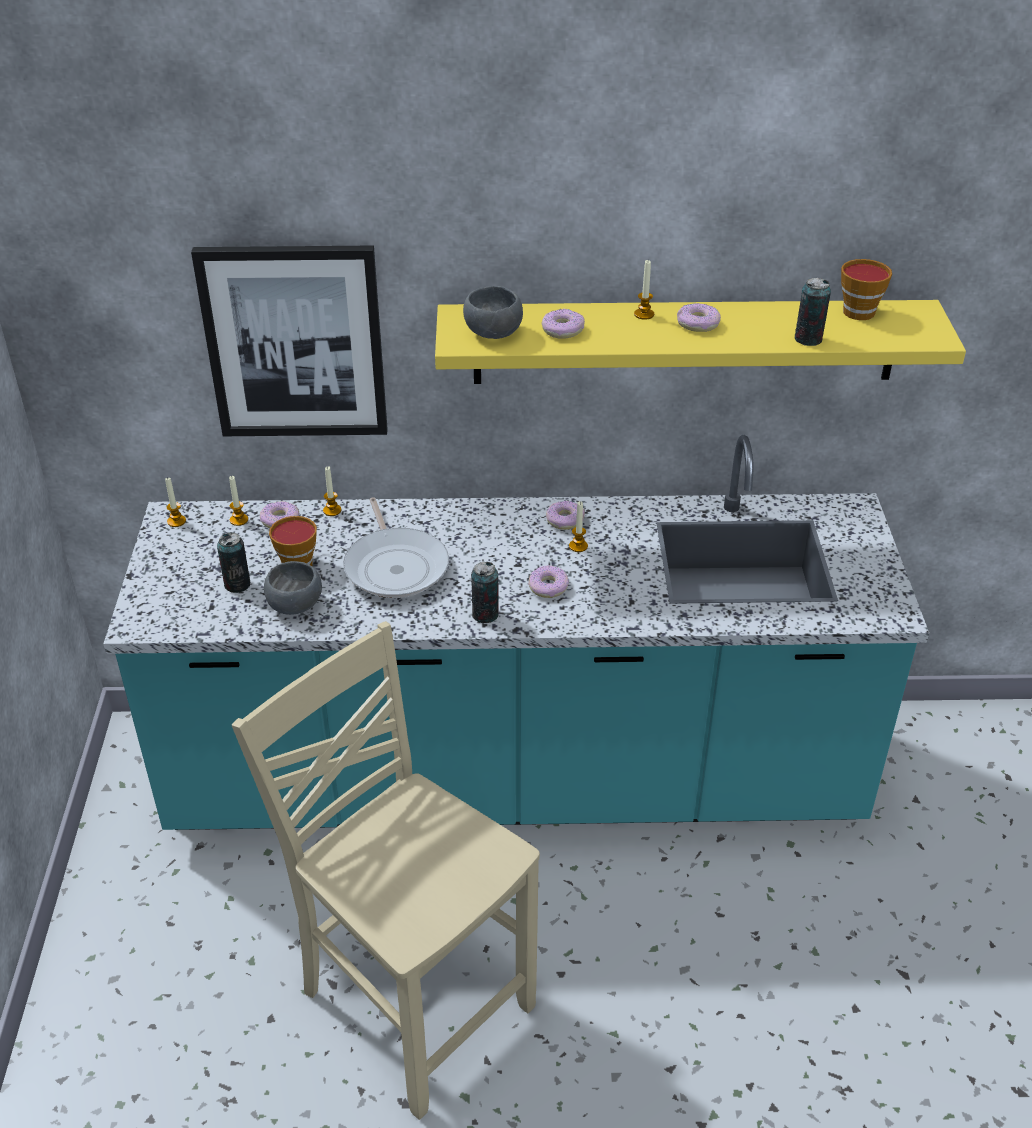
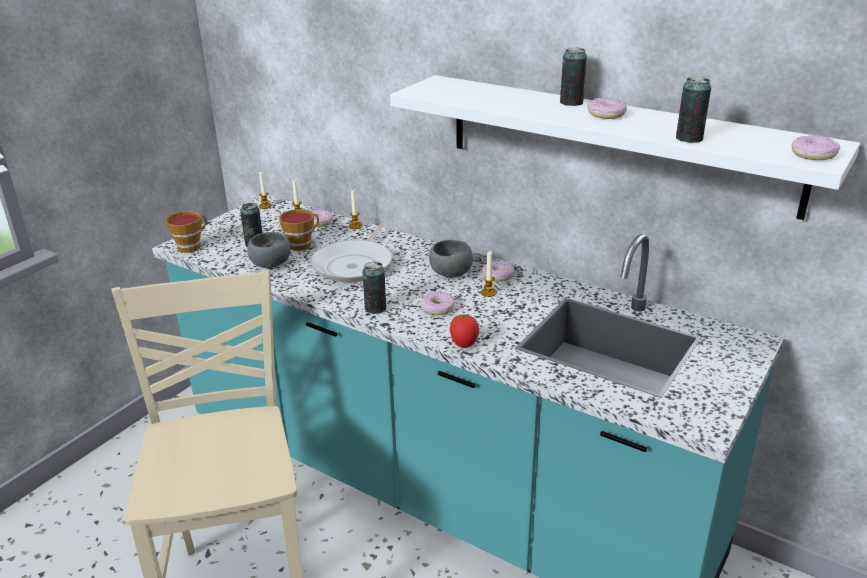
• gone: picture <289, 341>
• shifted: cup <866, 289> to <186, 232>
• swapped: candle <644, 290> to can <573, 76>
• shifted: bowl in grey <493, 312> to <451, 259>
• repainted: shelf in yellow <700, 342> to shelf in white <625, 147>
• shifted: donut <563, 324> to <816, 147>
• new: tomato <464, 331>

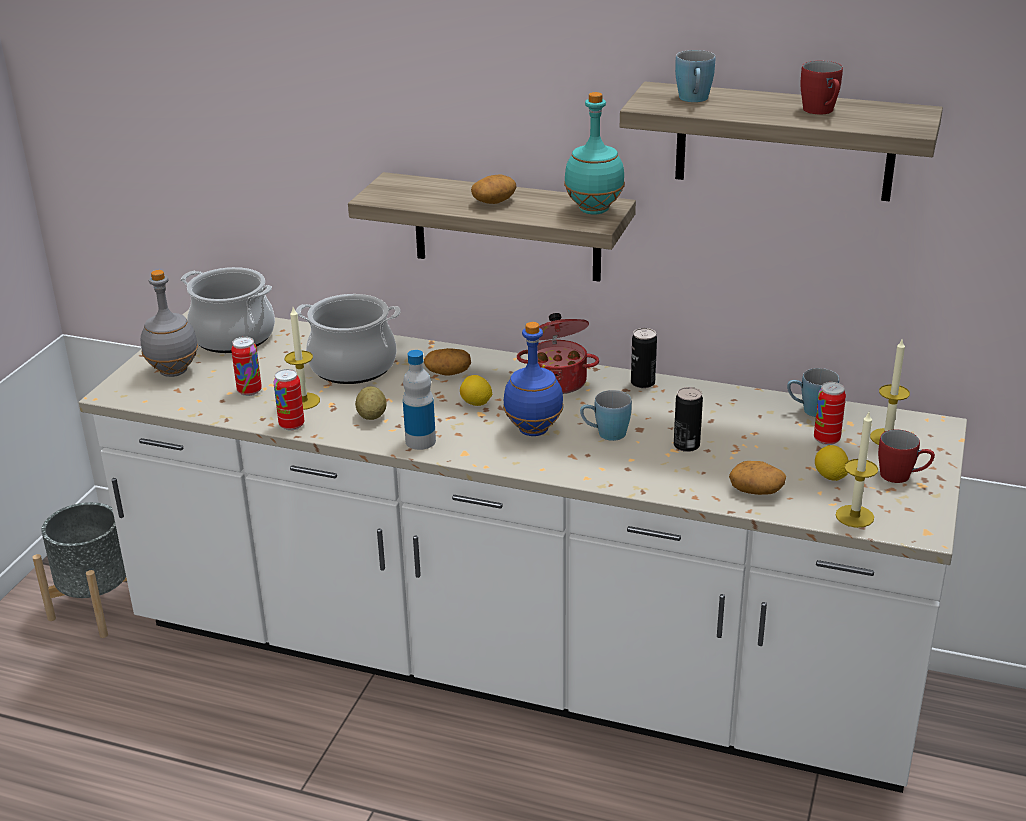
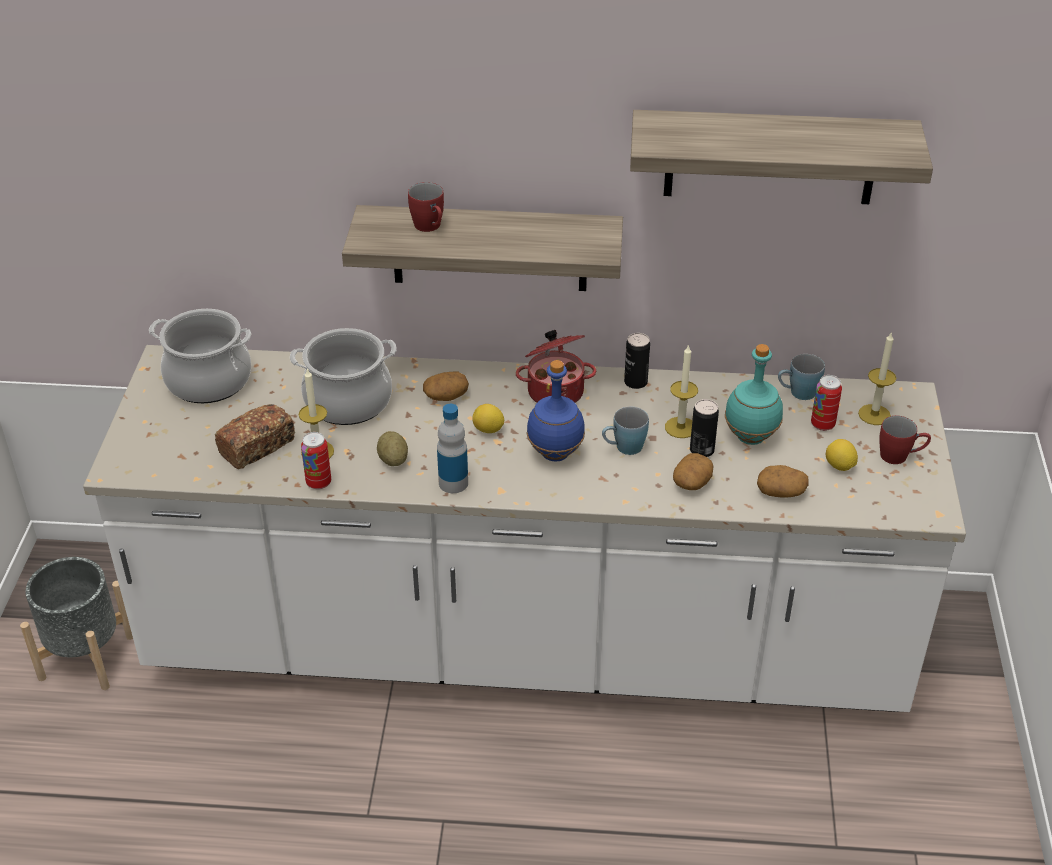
• gone: mug in blue <695, 76>
• shifted: mug in red <822, 87> to <426, 207>
• shifted: bottle in turquoise <594, 153> to <754, 394>
• shifted: potato <493, 189> to <693, 471>
• gone: bottle in grey <169, 323>
• swapped: can <246, 366> to bread <254, 436>
• shifted: candle <856, 470> to <681, 391>

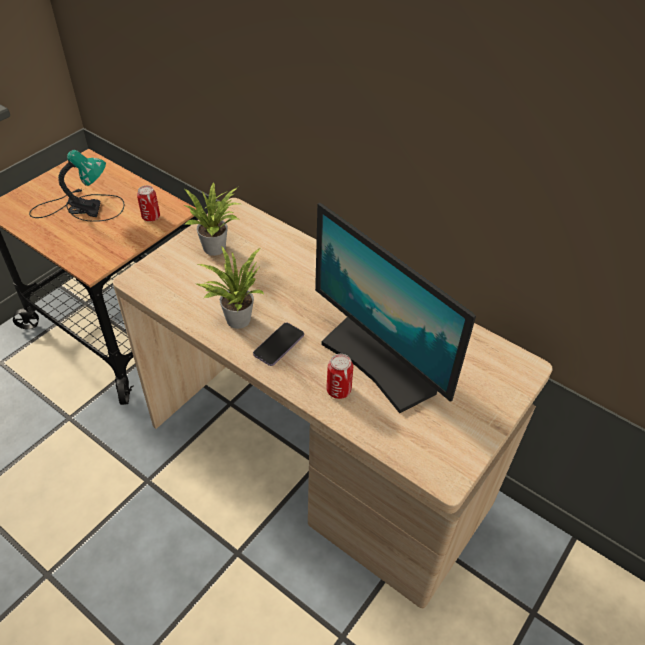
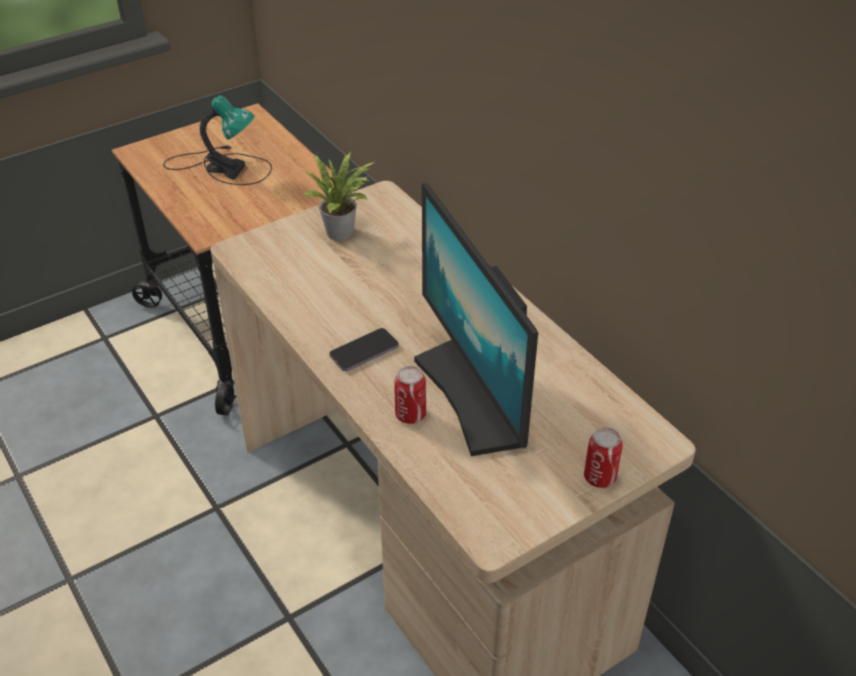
• shifted: can <148, 203> to <603, 457>
• gone: potted plant <230, 287>

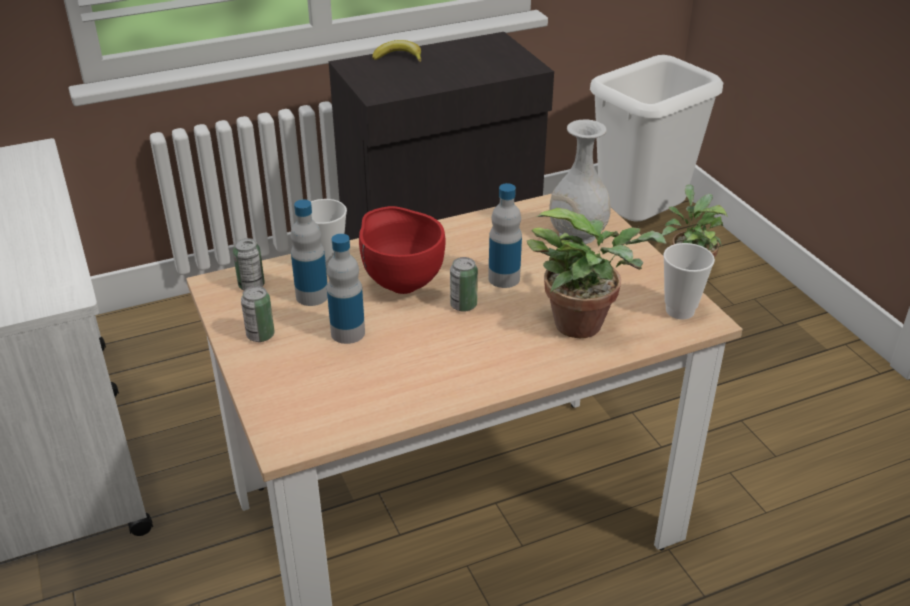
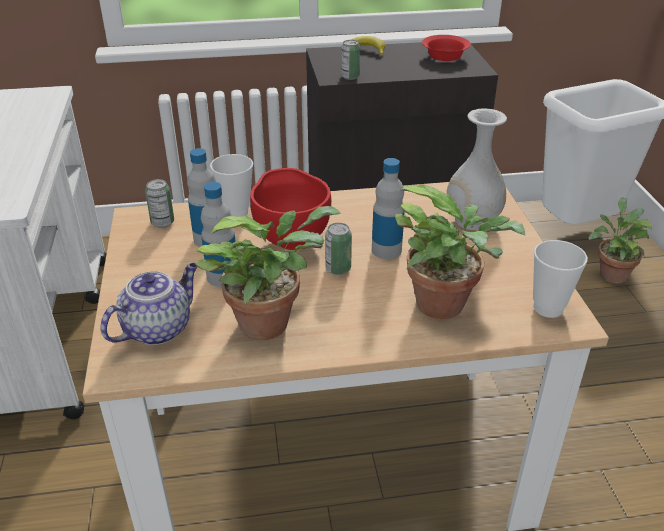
• shifted: can <258, 314> to <350, 60>
• new: bowl in red <446, 48>
• new: potted plant <268, 273>
• new: teapot <148, 304>

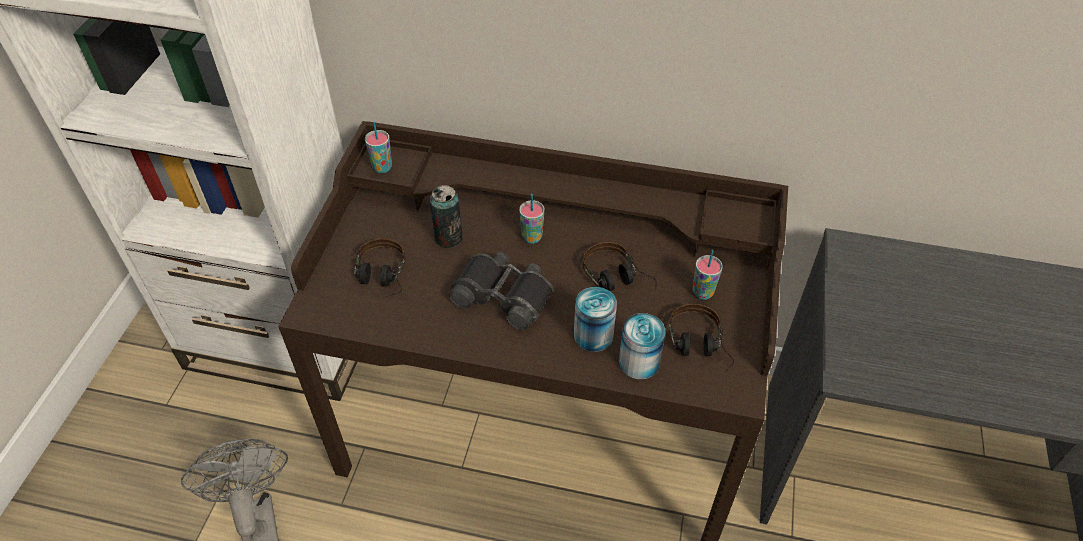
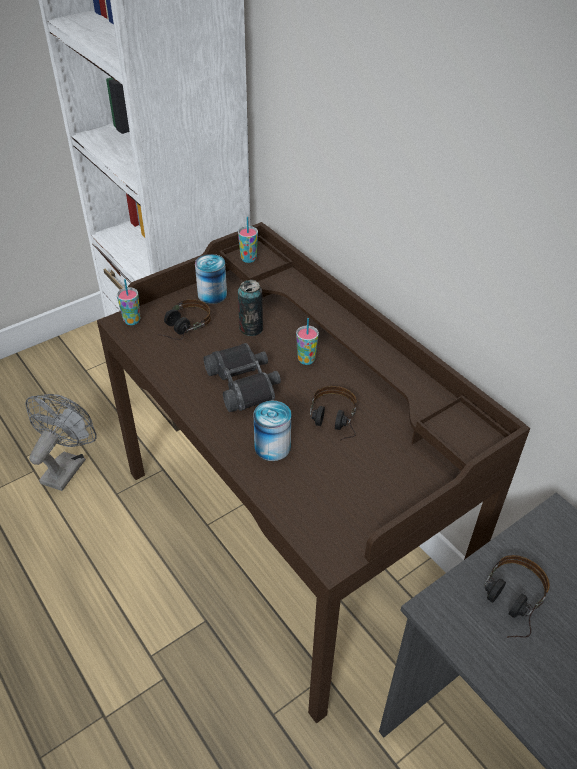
• shifted: cup <708, 275> to <128, 302>
• shifted: headphones <701, 338> to <517, 596>
• shifted: can <642, 346> to <211, 279>

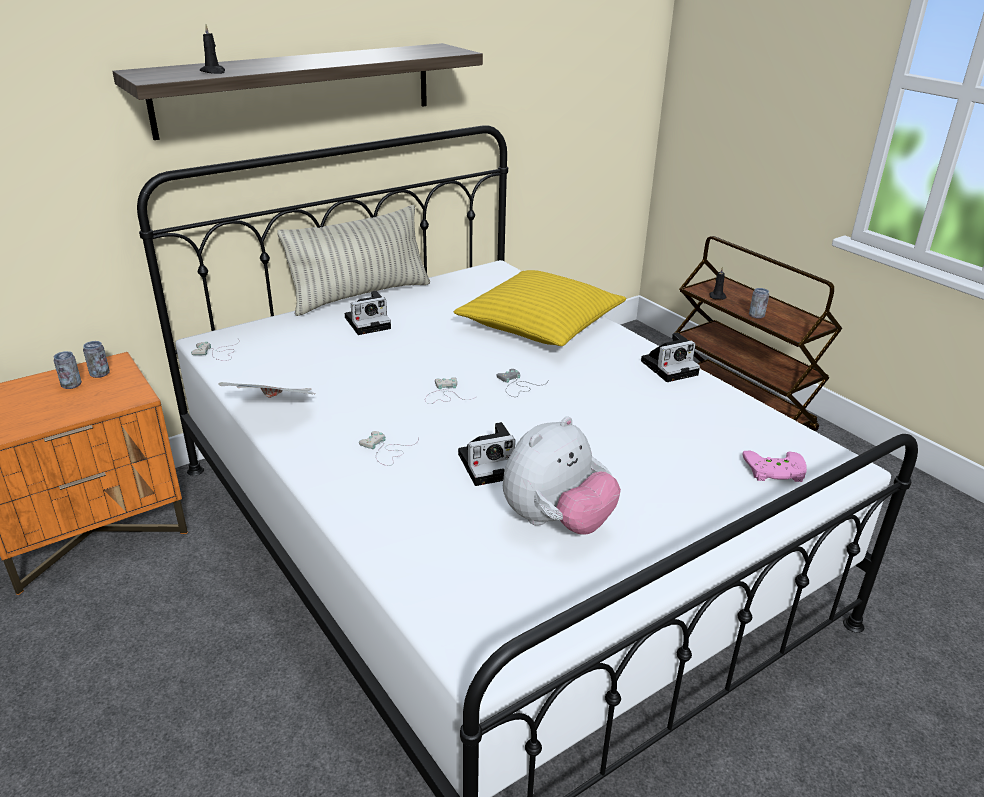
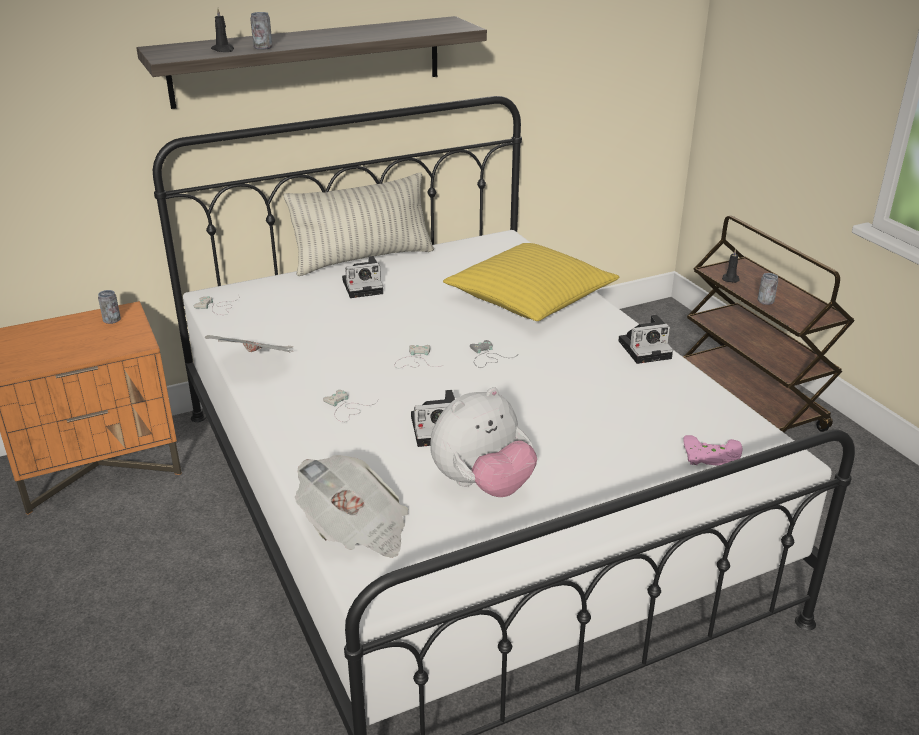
• shifted: can <67, 370> to <261, 31>
• new: newspaper <351, 506>

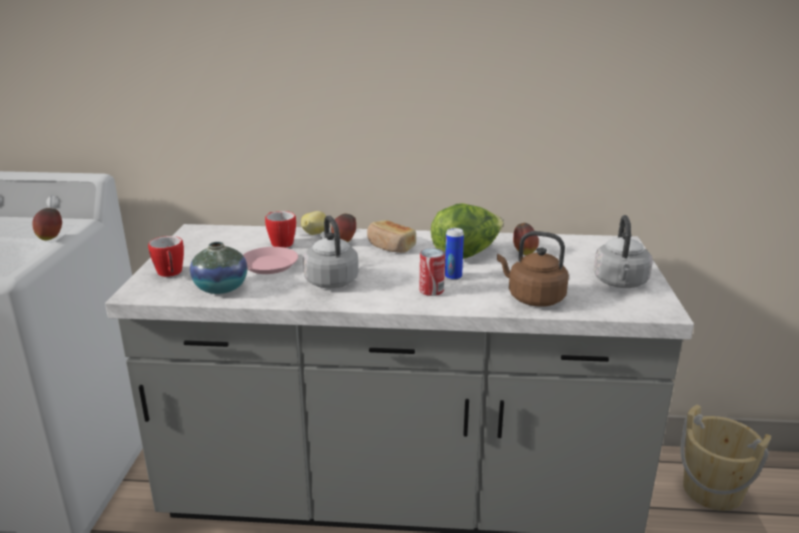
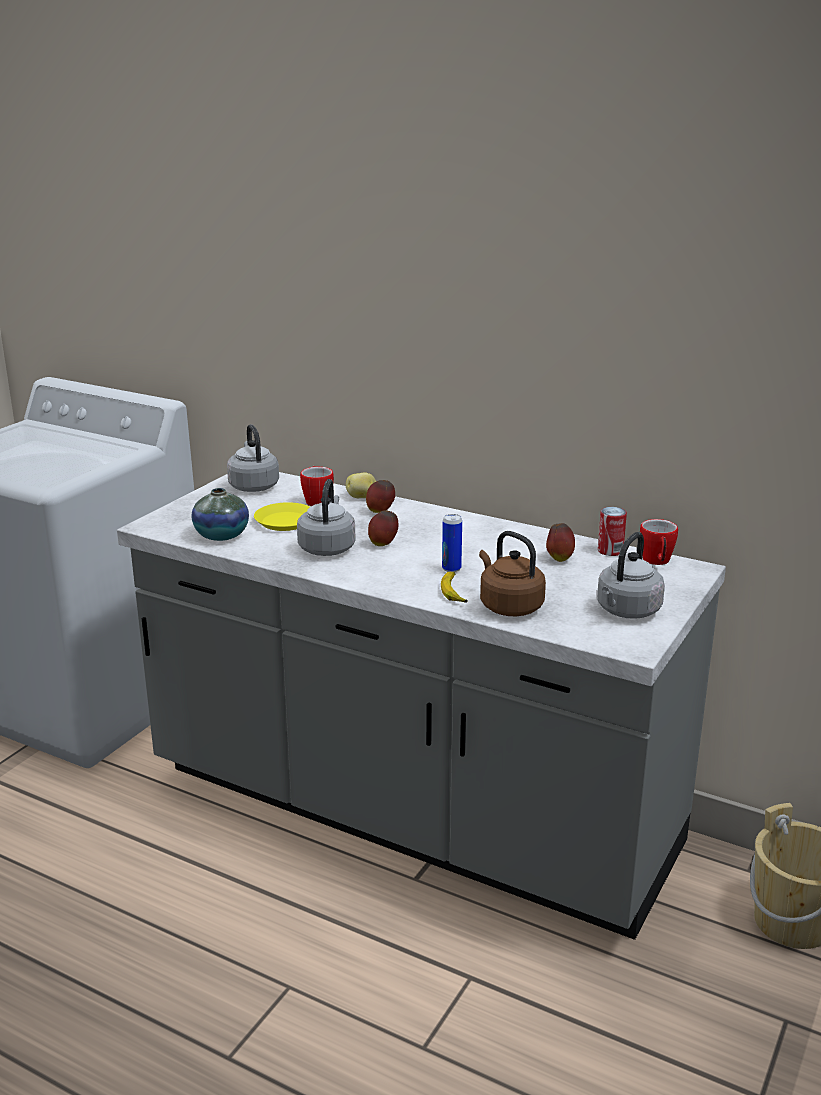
• gone: lettuce <467, 231>
• shifted: apple <47, 224> to <383, 528>
• gone: bread <391, 236>
• shifted: mug <166, 256> to <659, 542>
• repainted: plate in pink <270, 260> to plate in yellow <282, 516>
• shifted: can <432, 272> to <612, 531>
• new: kettle in grey <253, 458>
• new: banana <454, 587>

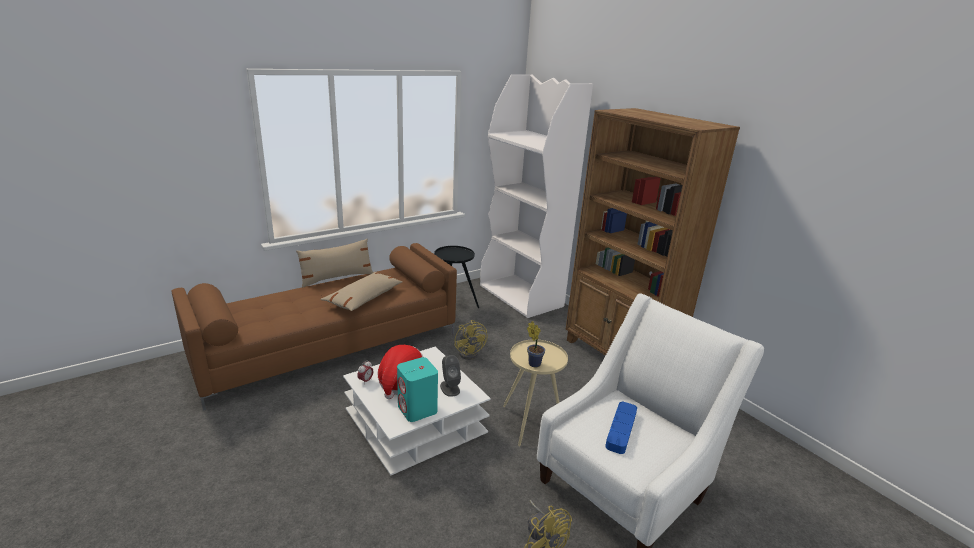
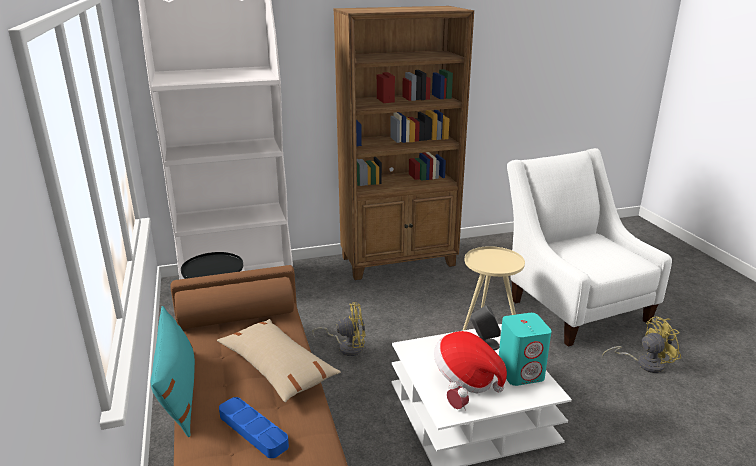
• repainted: pillow in beige <334, 263> to pillow in turquoise <173, 371>
• gone: potted plant <536, 344>
• shifted: tray in blue <621, 428> to <254, 427>

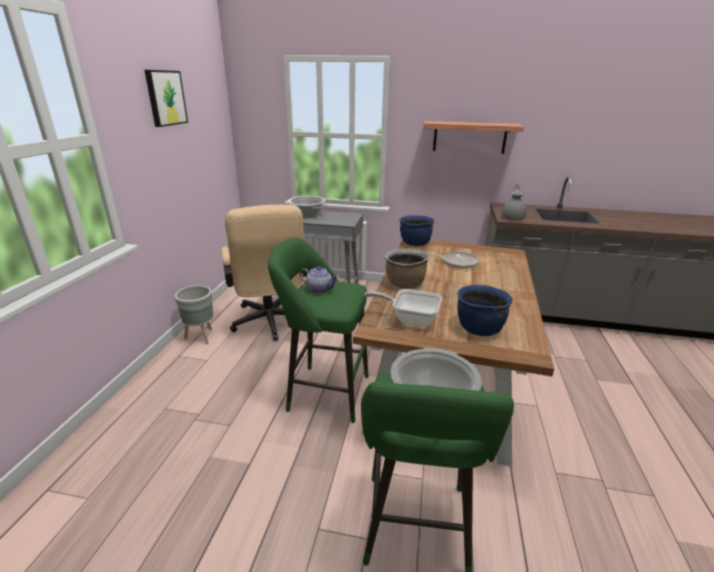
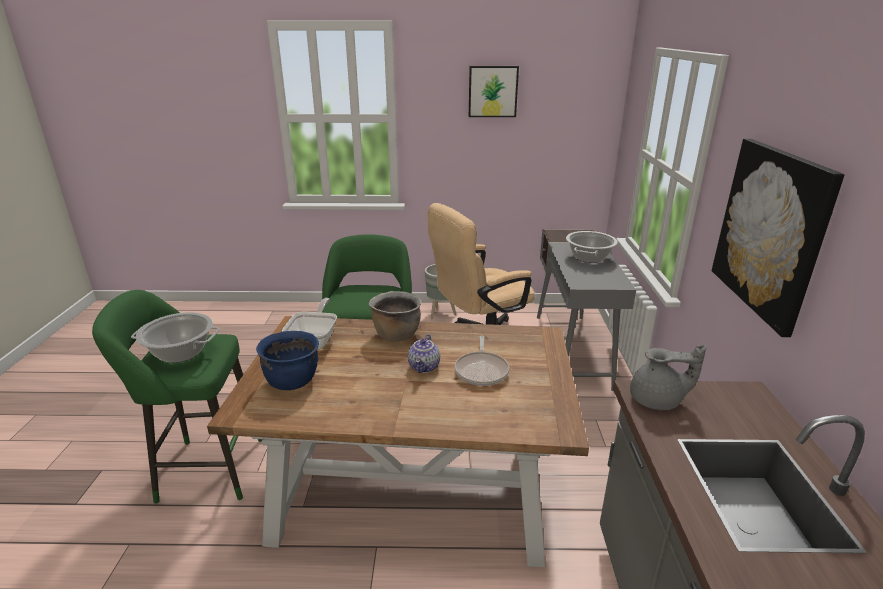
• swapped: shelf <473, 137> to picture <778, 238>
• gone: cooking pot in blue <416, 230>
• shifted: teapot <319, 279> to <424, 353>

